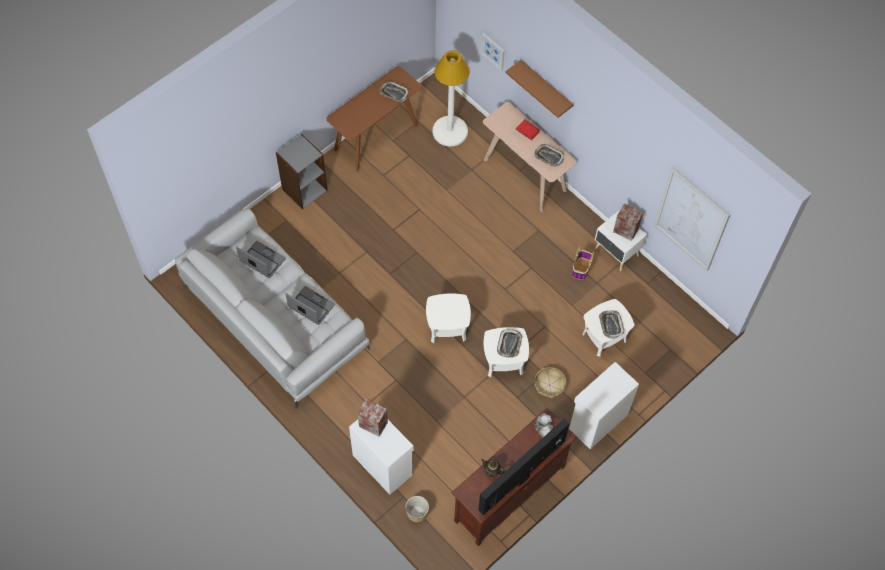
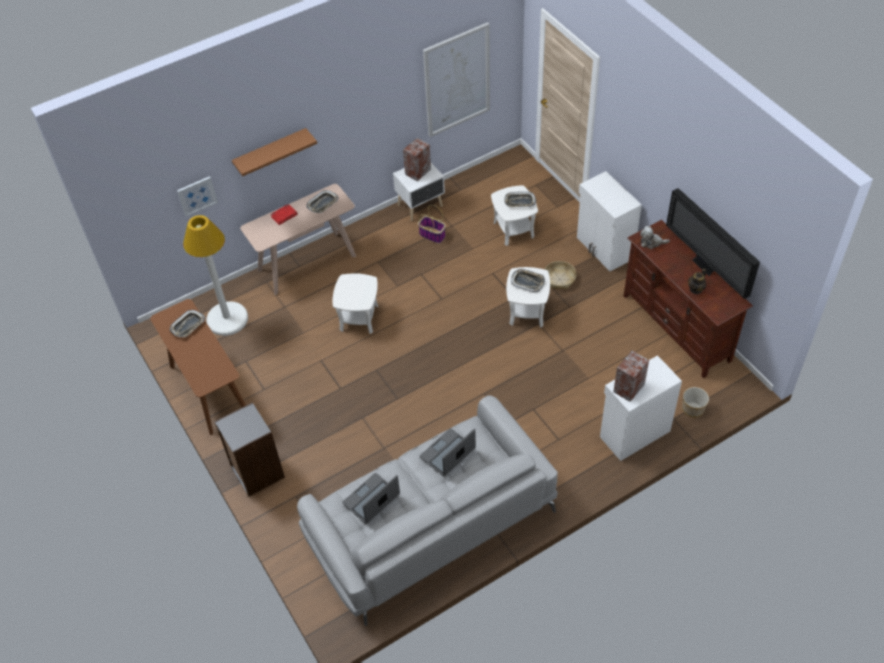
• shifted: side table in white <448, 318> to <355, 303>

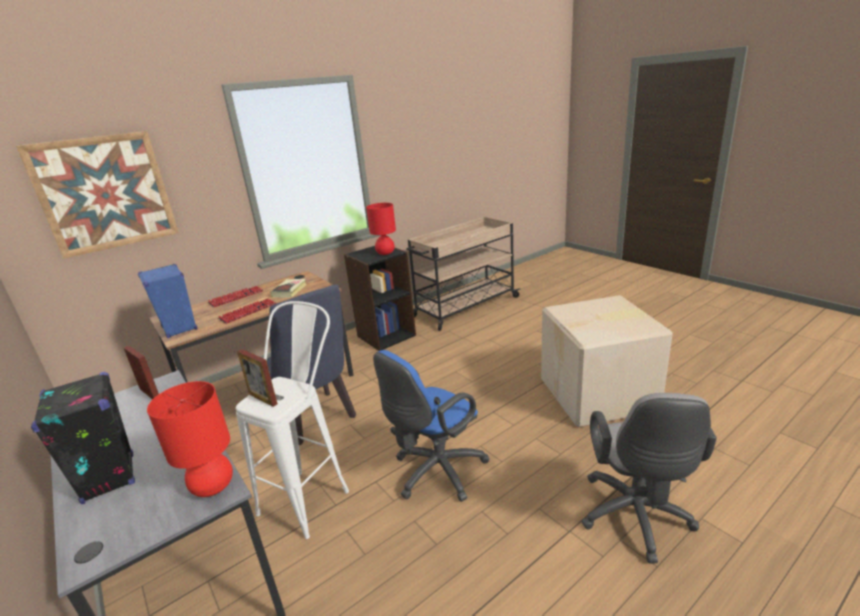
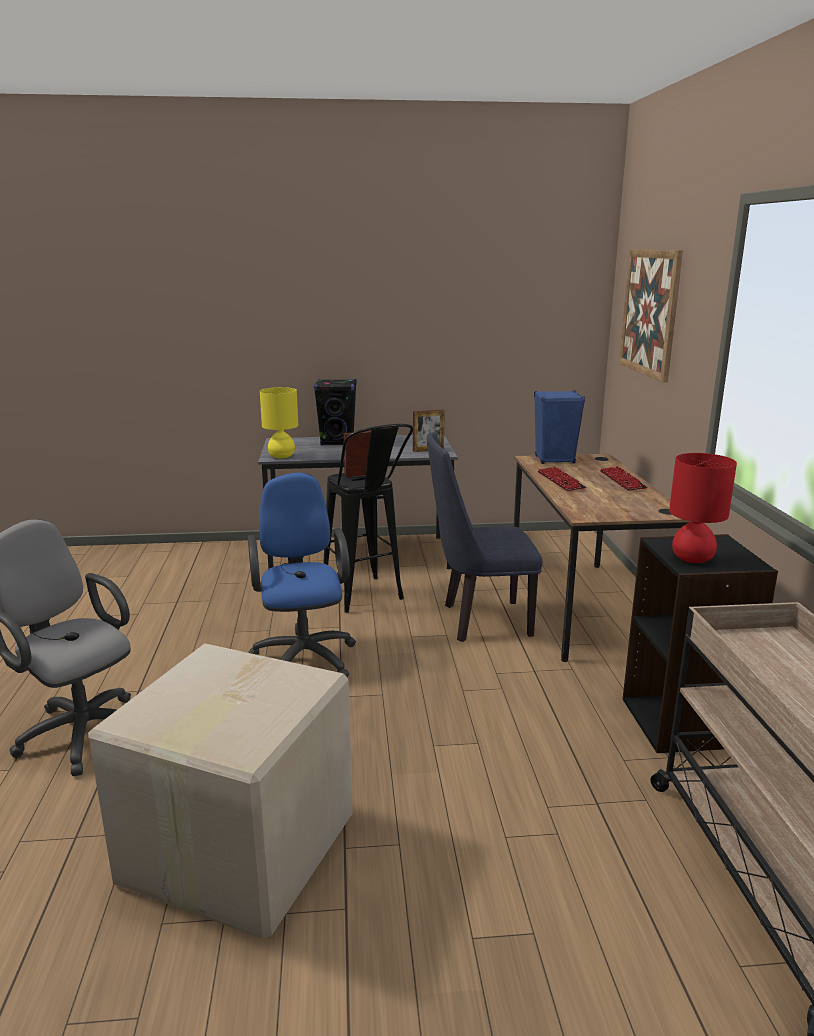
• gone: book <288, 288>
• repainted: stool in white <292, 420> to stool in black <368, 518>
• repainted: table lamp in red <190, 439> to table lamp in yellow <279, 423>

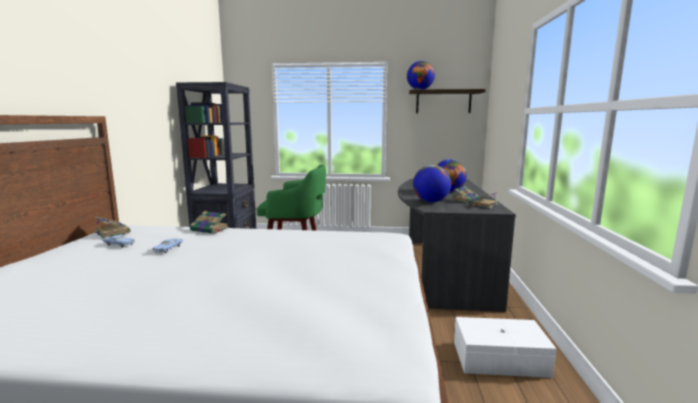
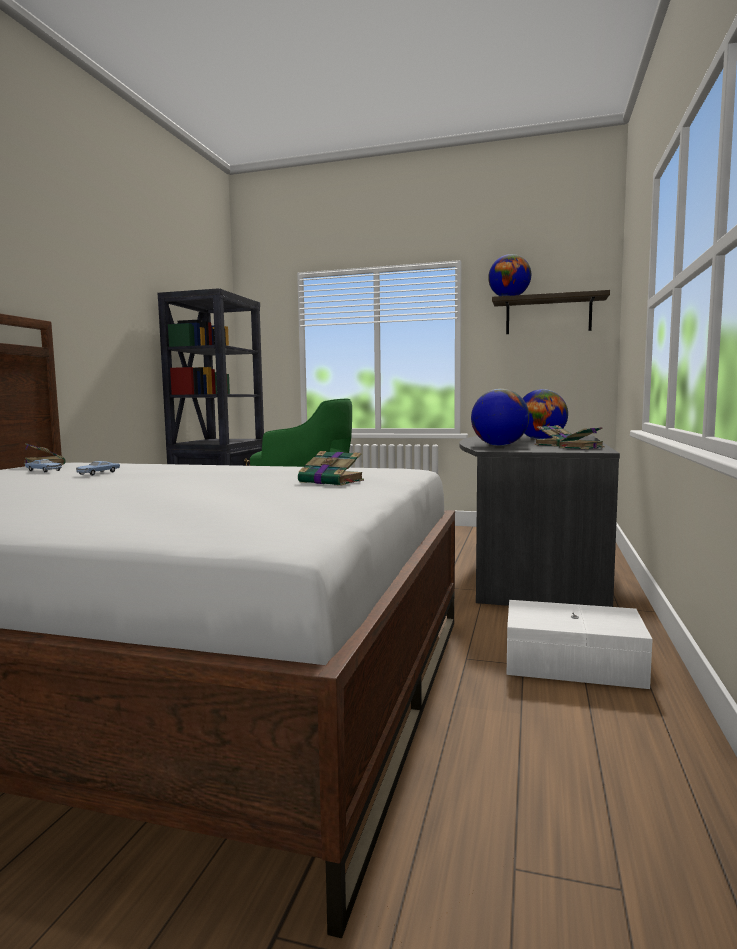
• shifted: book <209, 222> to <331, 468>

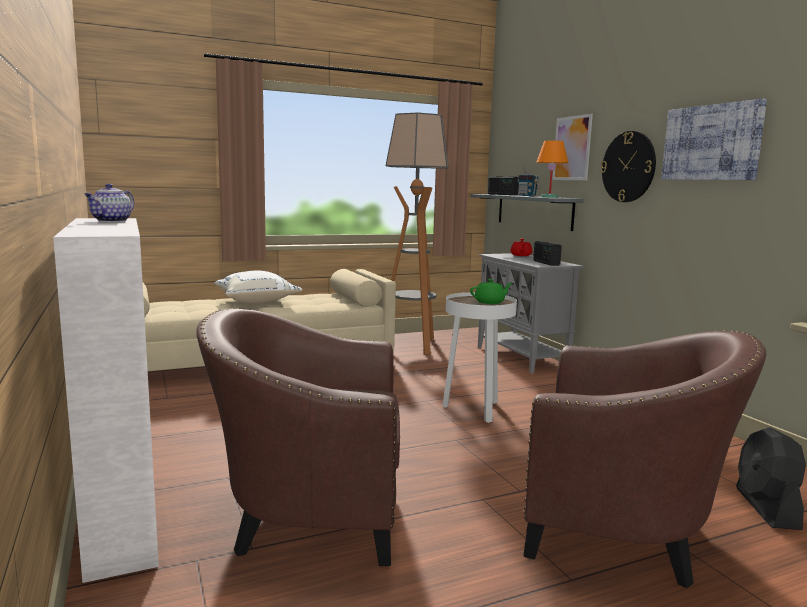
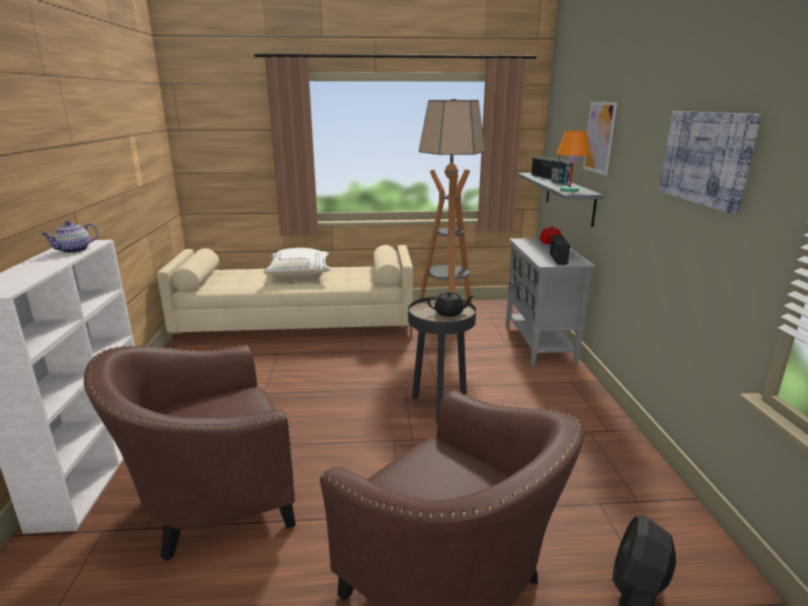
• gone: wall clock <628, 166>
• repainted: teapot in green <491, 291> to teapot in black <450, 304>
• repainted: side table in white <479, 357> to side table in black <442, 360>
• rotated: armchair in brown <298, 437> = <190, 453> 45 degrees counterclockwise

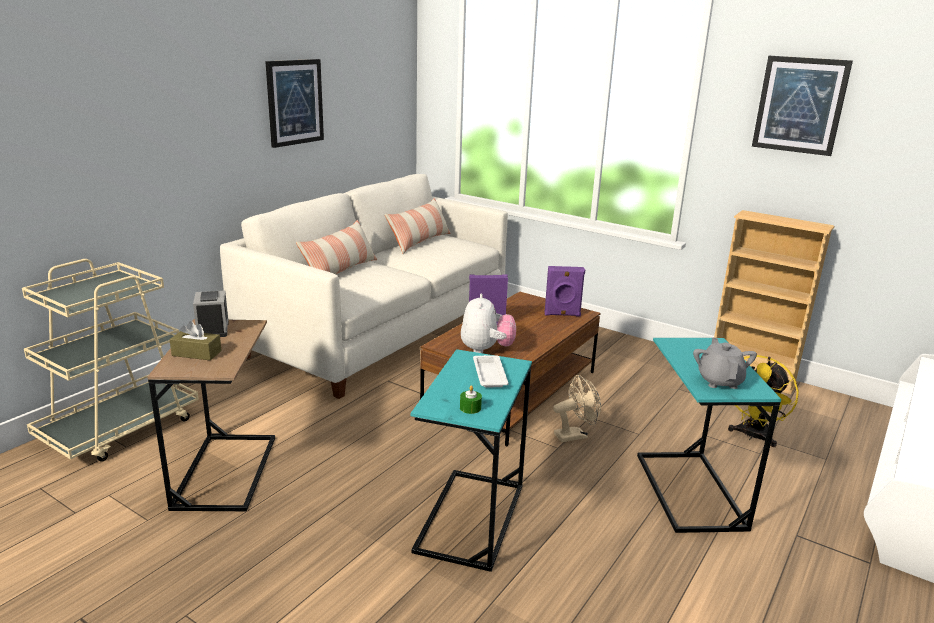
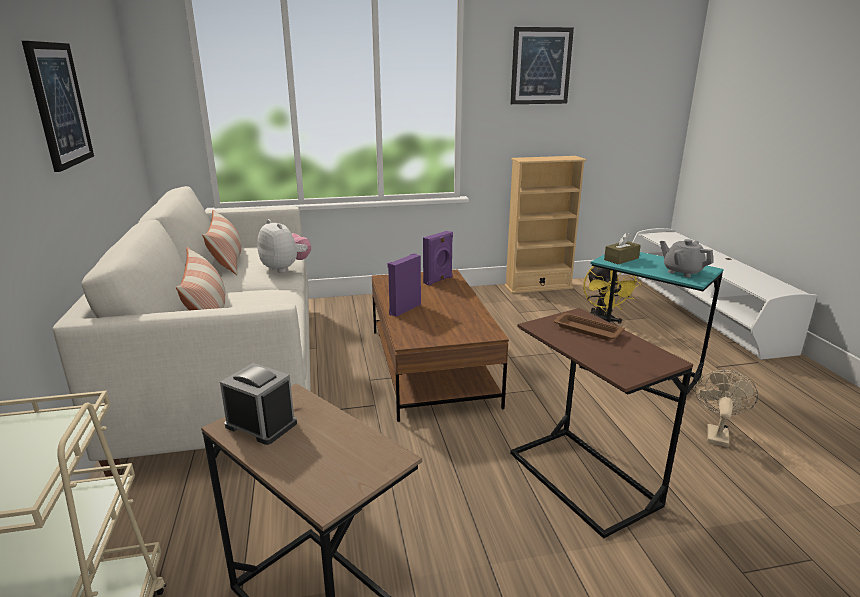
• shifted: plush toy <488, 323> to <284, 246>
• shifted: tissue box in brown <195, 340> to <622, 248>
• repainted: side table in turquoise <471, 460> to side table in brown <601, 423>
• repainted: tray in white <491, 371> to tray in brown <589, 327>
• shifted: fan in beige <577, 408> to <726, 408>
• gone: candle in green <471, 399>

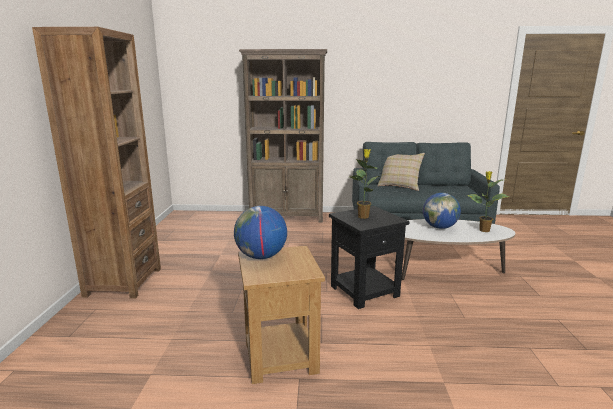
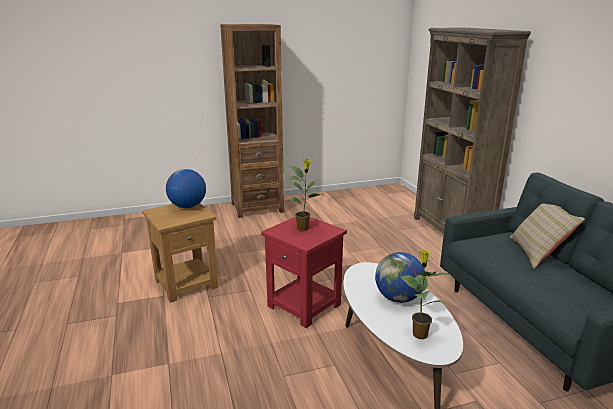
• repainted: side table in black <369, 257> to side table in red <304, 272>

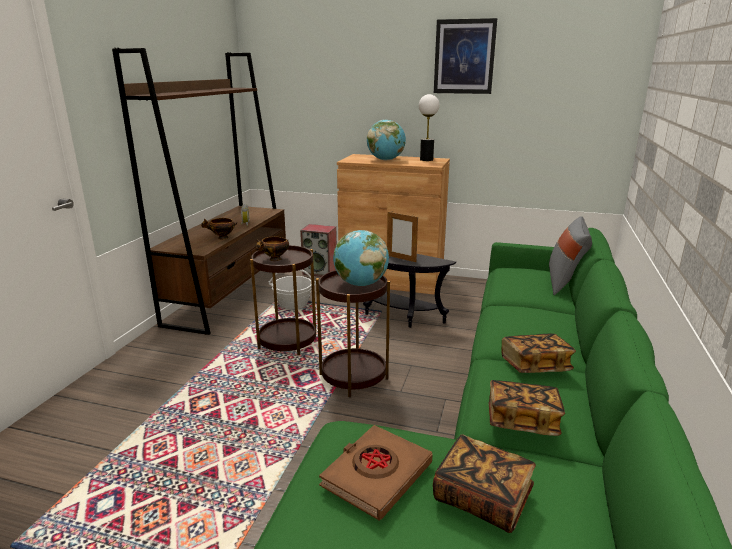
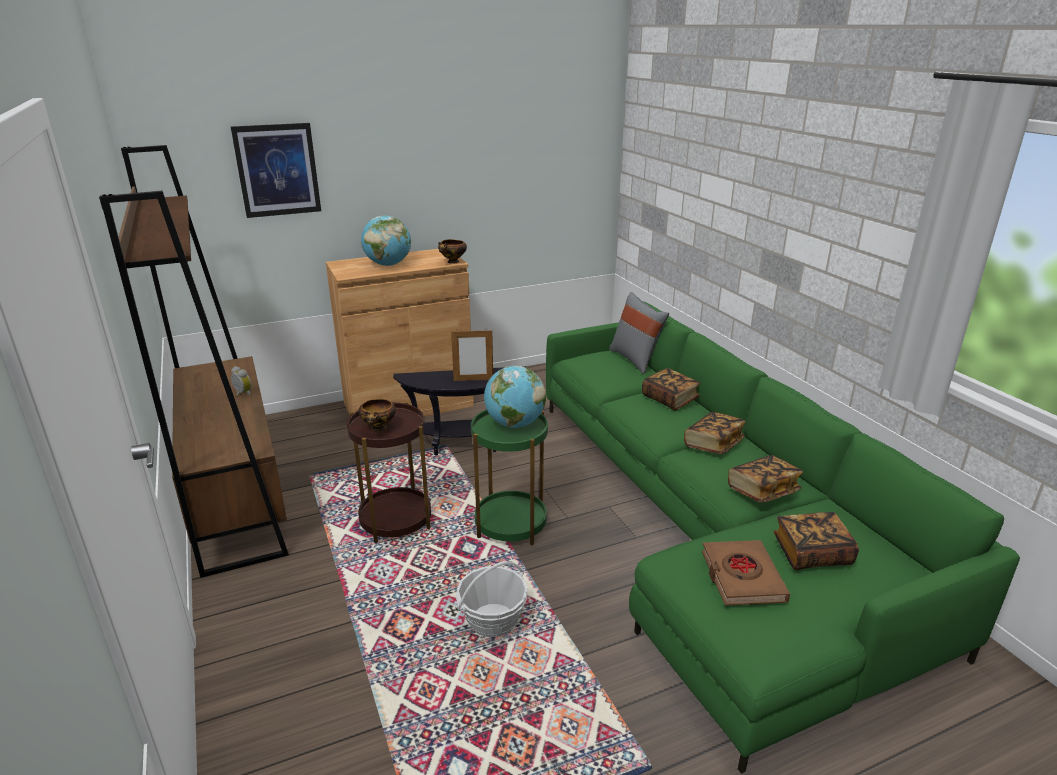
• shifted: picture <465, 56> to <276, 170>
• gone: table lamp <429, 127>
• shifted: bowl <219, 228> to <452, 251>
• gone: speaker <318, 250>
• shifted: basket <292, 290> to <492, 599>
• repainted: side table in brown <353, 333> to side table in green <509, 477>
• new: book <671, 389>

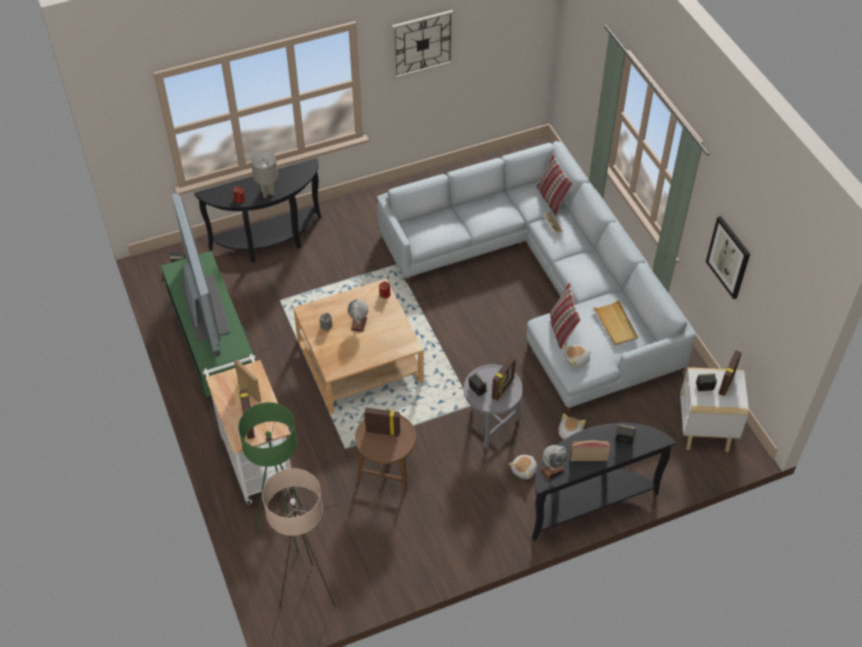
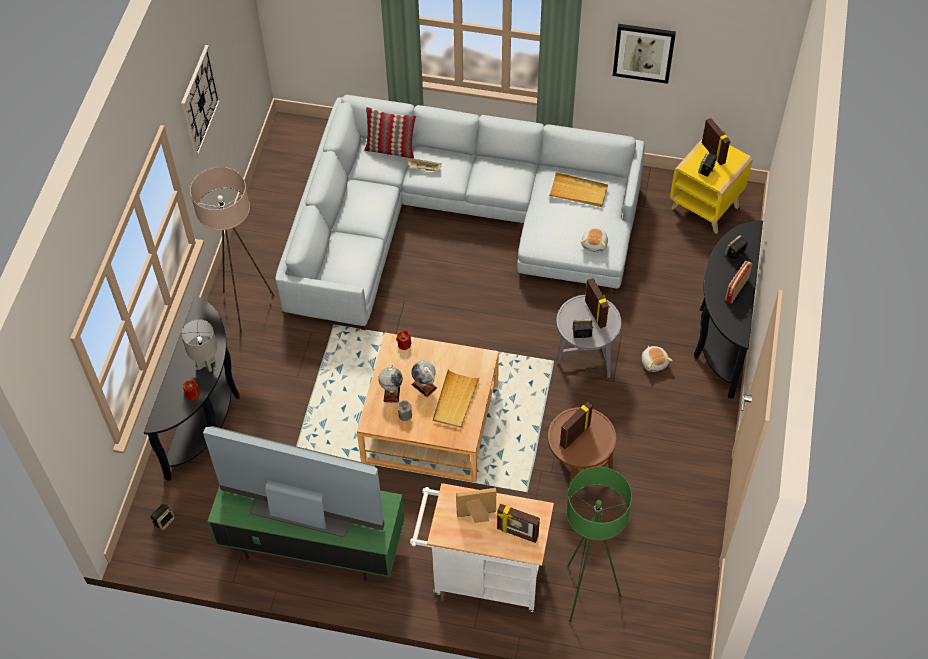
• gone: pillow <565, 316>
• repainted: side table in white <714, 409> to side table in yellow <711, 186>
• gone: plush toy <572, 426>
• shifted: globe <553, 462> to <390, 383>
• shifted: floor lamp in beige <299, 538> to <232, 250>
• new: tray in beige <456, 398>

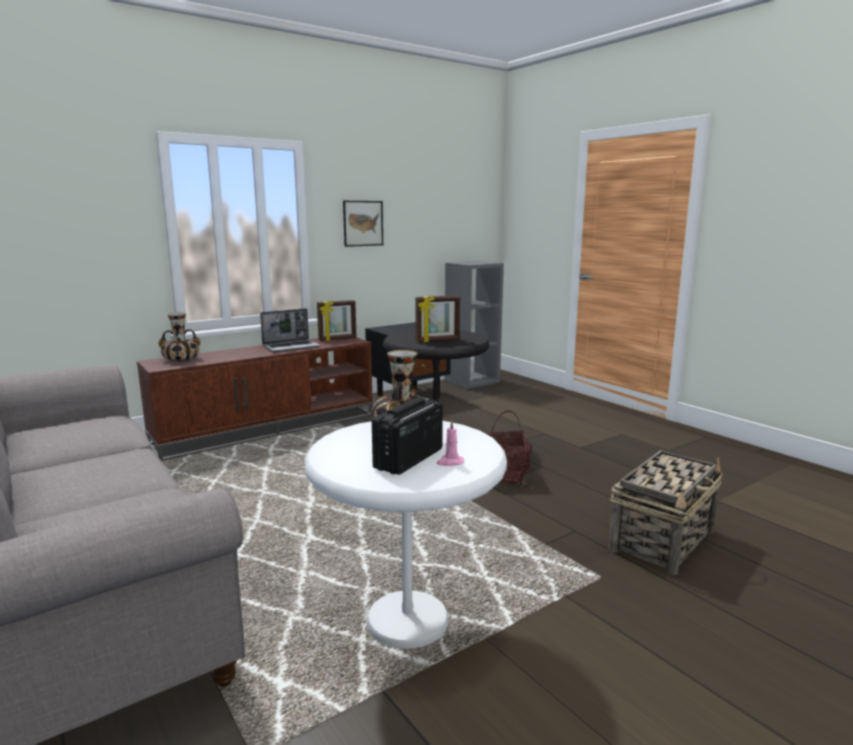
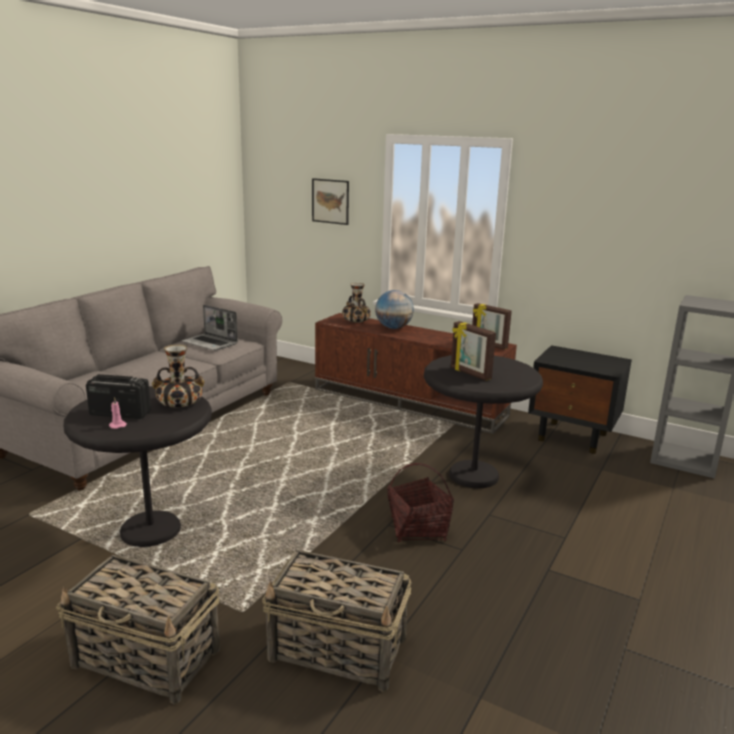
• shifted: picture <363, 224> to <330, 201>
• shifted: laptop <290, 330> to <210, 328>
• repainted: side table in white <406, 535> to side table in black <138, 466>
• new: globe <394, 309>
• new: basket <138, 629>

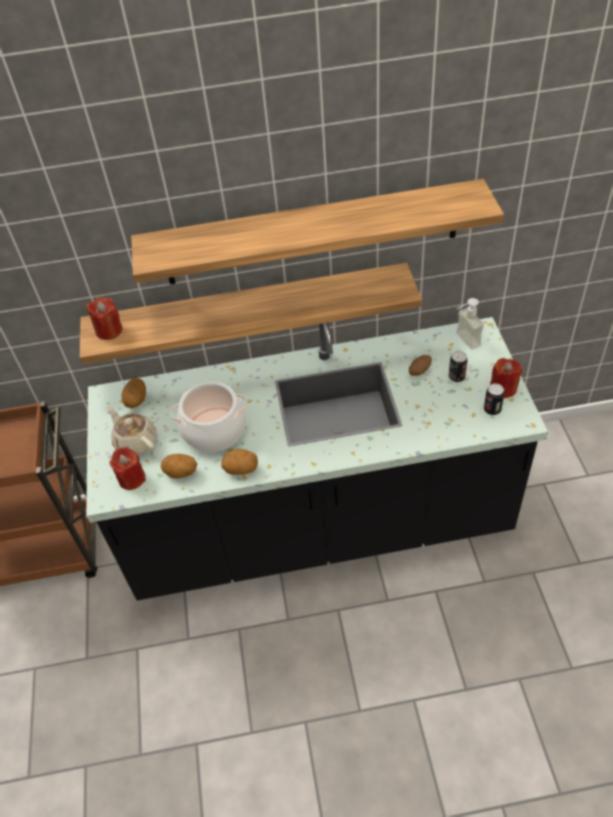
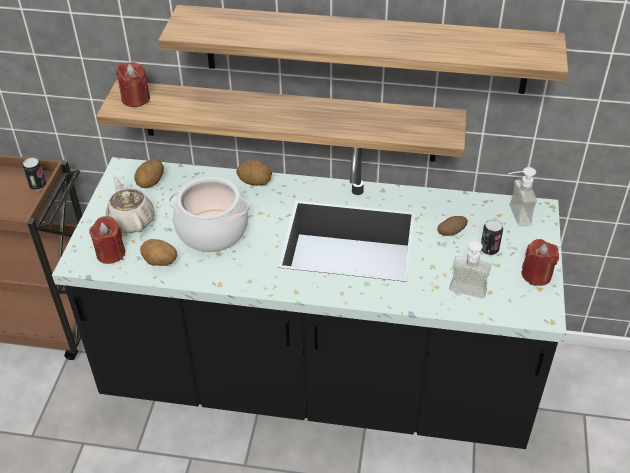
• shifted: can <494, 399> to <34, 174>
• shifted: potato <239, 462> to <254, 173>
• new: soap dispenser <470, 269>

